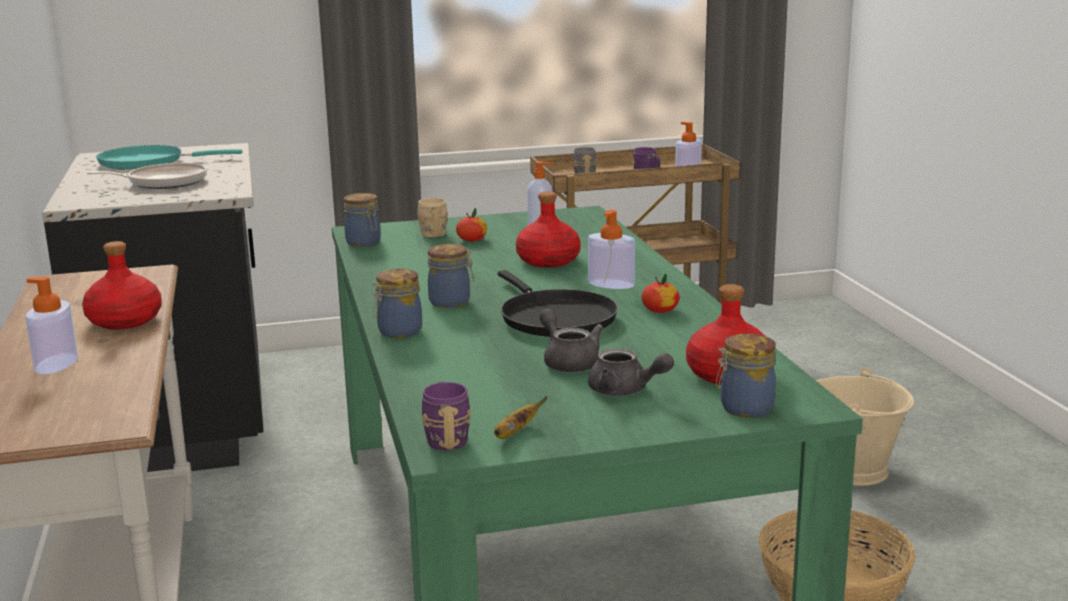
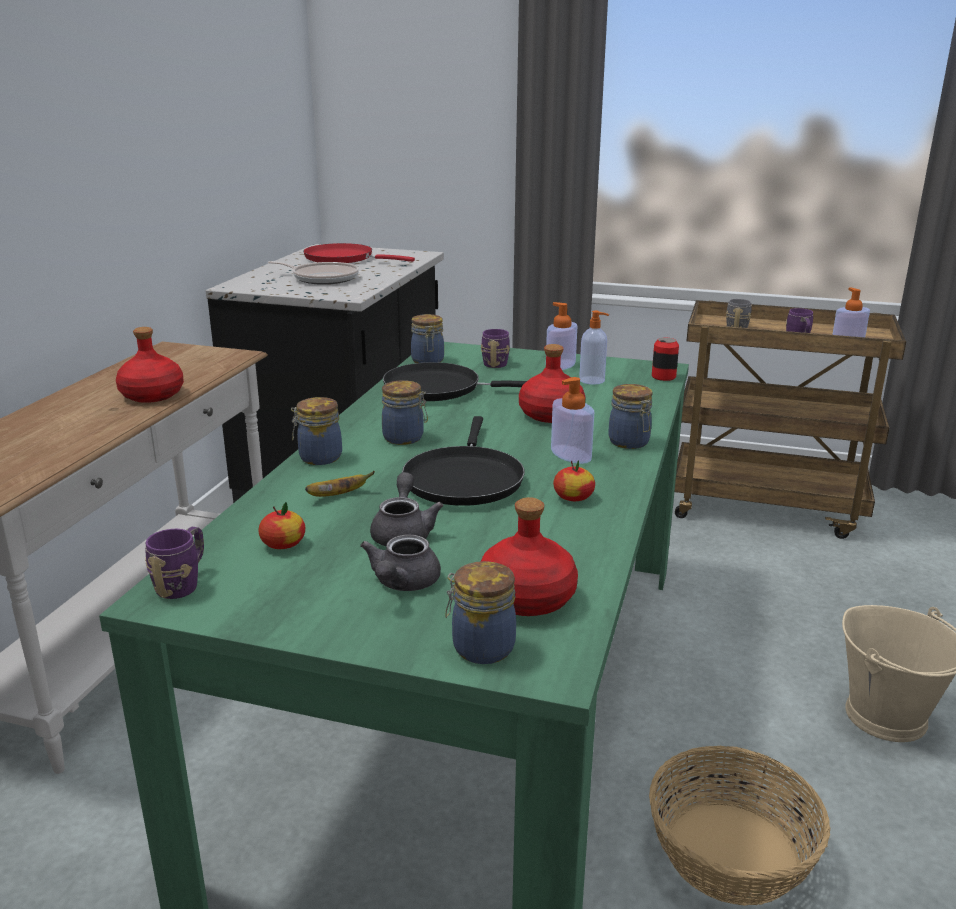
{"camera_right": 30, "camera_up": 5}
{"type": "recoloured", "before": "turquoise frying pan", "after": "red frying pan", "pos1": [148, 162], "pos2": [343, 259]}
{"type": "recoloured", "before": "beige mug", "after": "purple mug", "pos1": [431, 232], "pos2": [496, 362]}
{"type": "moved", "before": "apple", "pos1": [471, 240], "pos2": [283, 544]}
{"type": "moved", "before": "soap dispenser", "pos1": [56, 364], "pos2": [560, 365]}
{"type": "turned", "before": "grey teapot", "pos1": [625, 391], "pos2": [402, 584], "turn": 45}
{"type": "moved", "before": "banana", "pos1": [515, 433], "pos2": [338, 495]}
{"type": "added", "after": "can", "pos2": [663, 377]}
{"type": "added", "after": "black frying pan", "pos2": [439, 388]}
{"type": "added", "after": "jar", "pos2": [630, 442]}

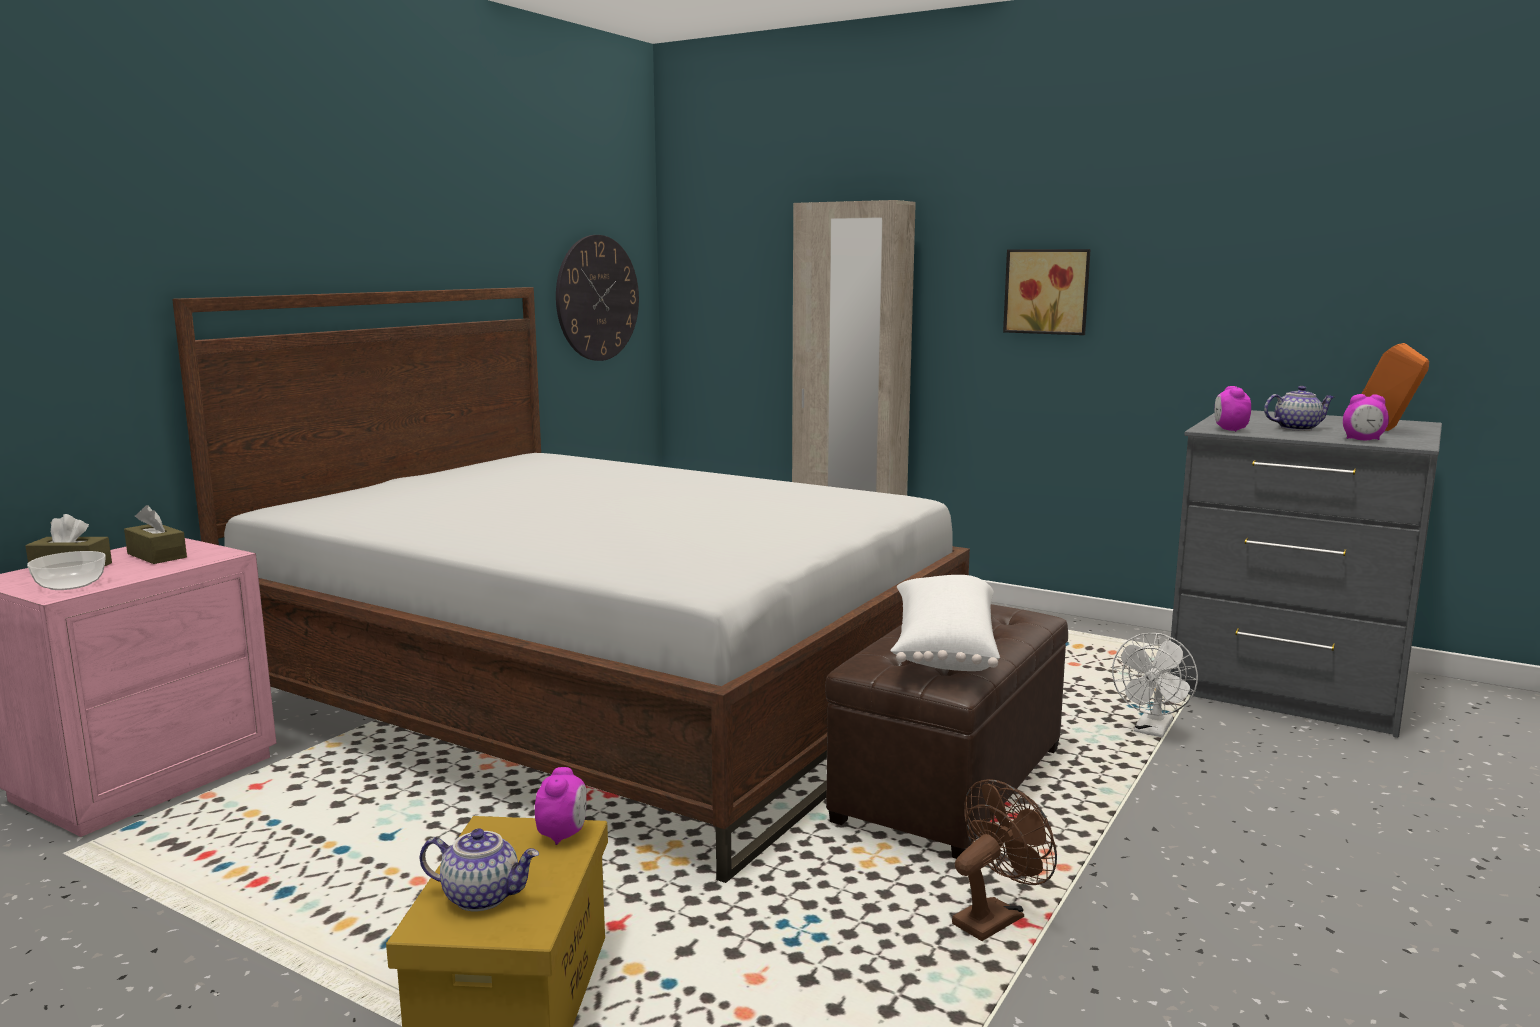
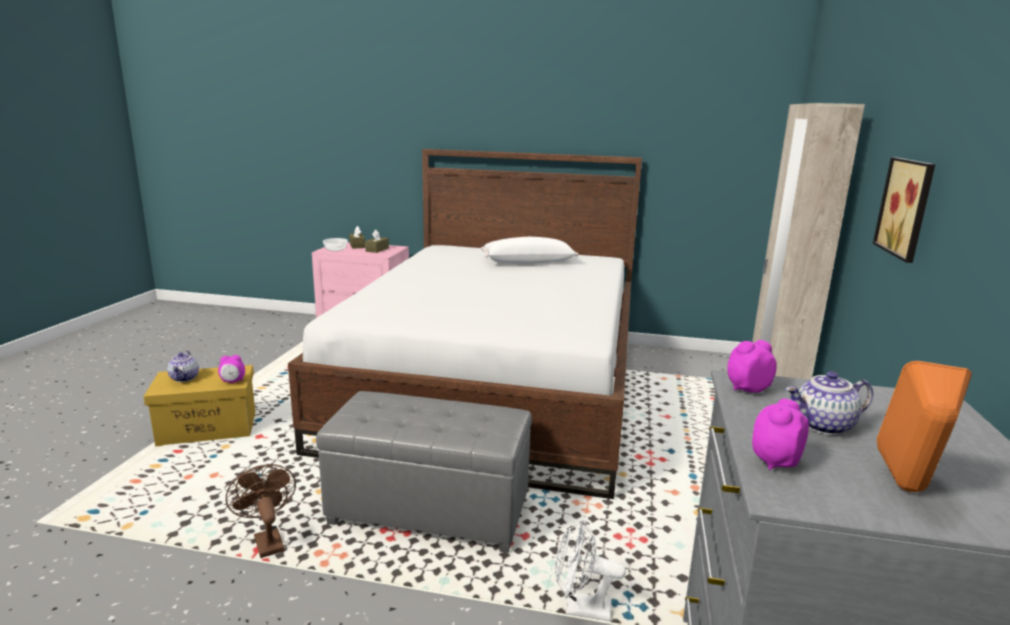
{"camera_right": 70, "camera_up": 5}
{"type": "removed", "before": "wall clock", "pos1": [597, 298]}
{"type": "turned", "before": "teapot", "pos1": [1296, 428], "pos2": [823, 426], "turn": 105}
{"type": "turned", "before": "alarm clock", "pos1": [1363, 440], "pos2": [774, 462], "turn": 45}
{"type": "moved", "before": "white pillow", "pos1": [942, 648], "pos2": [528, 262]}
{"type": "recoloured", "before": "brown ottoman", "after": "grey ottoman", "pos1": [949, 784], "pos2": [430, 510]}
{"type": "turned", "before": "brown fan", "pos1": [994, 917], "pos2": [267, 540], "turn": -150}

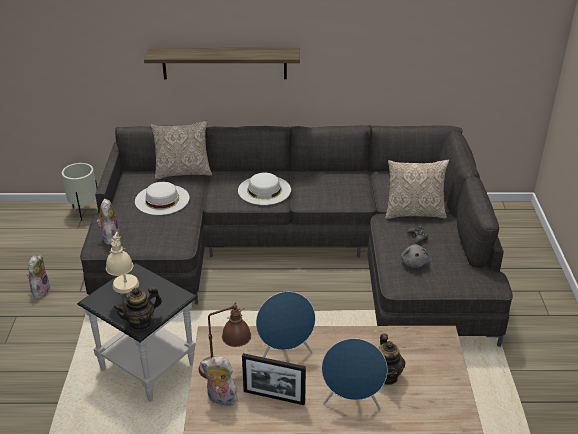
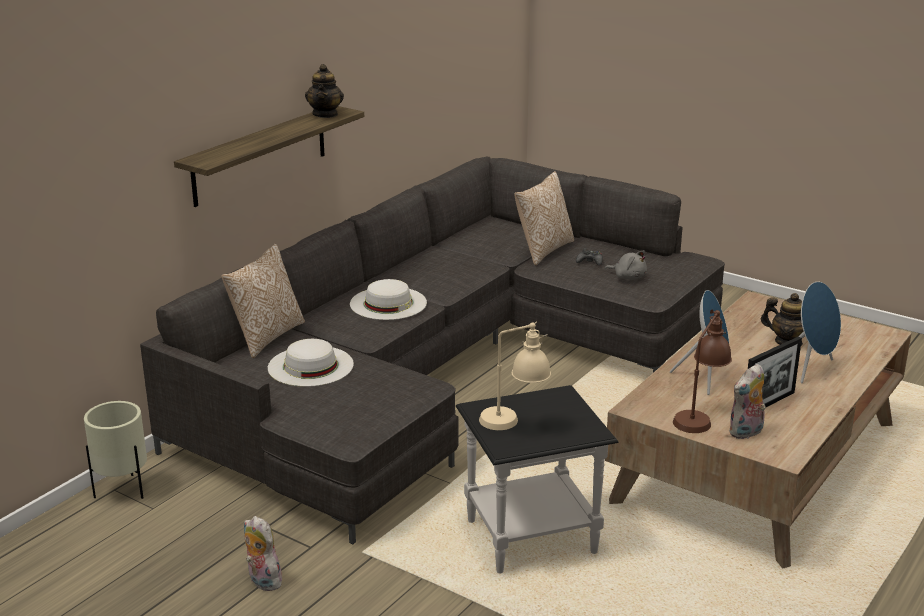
{"camera_right": -55, "camera_up": -10}
{"type": "removed", "before": "plush toy", "pos1": [110, 237]}
{"type": "moved", "before": "teapot", "pos1": [141, 322], "pos2": [325, 114]}

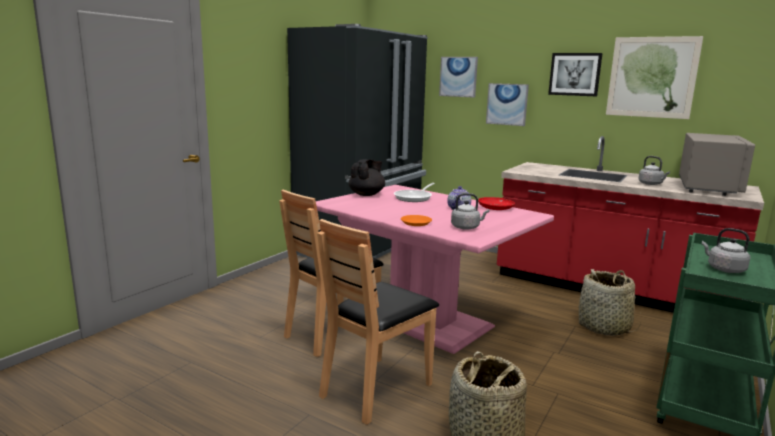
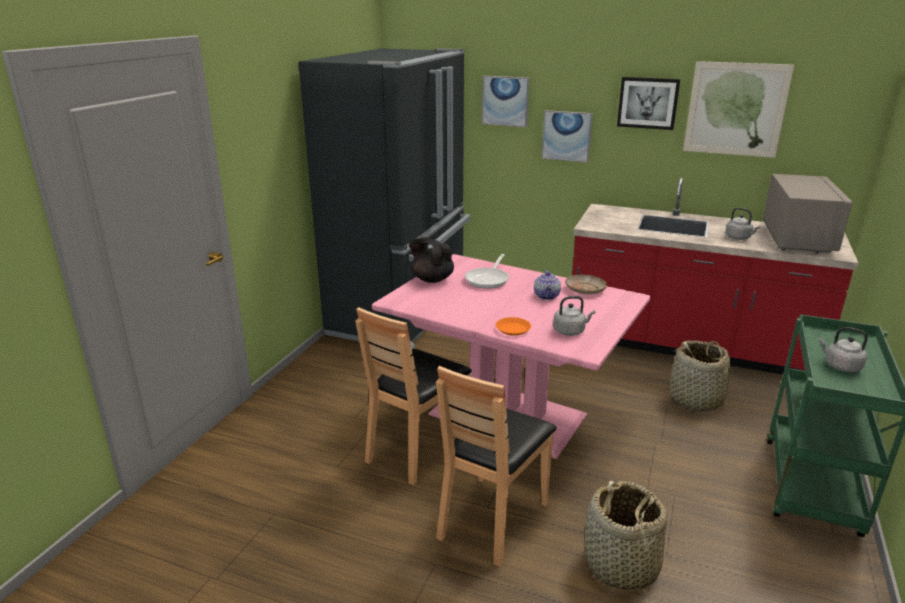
{"camera_right": -10, "camera_up": 10}
{"type": "turned", "before": "black teapot", "pos1": [367, 194], "pos2": [431, 279], "turn": -75}
{"type": "recoloured", "before": "red plate", "after": "beige plate", "pos1": [495, 208], "pos2": [585, 289]}

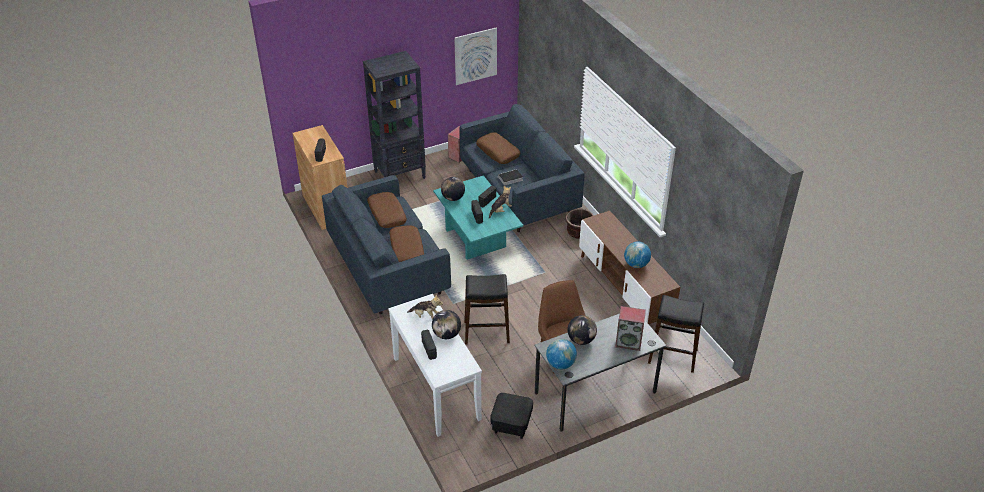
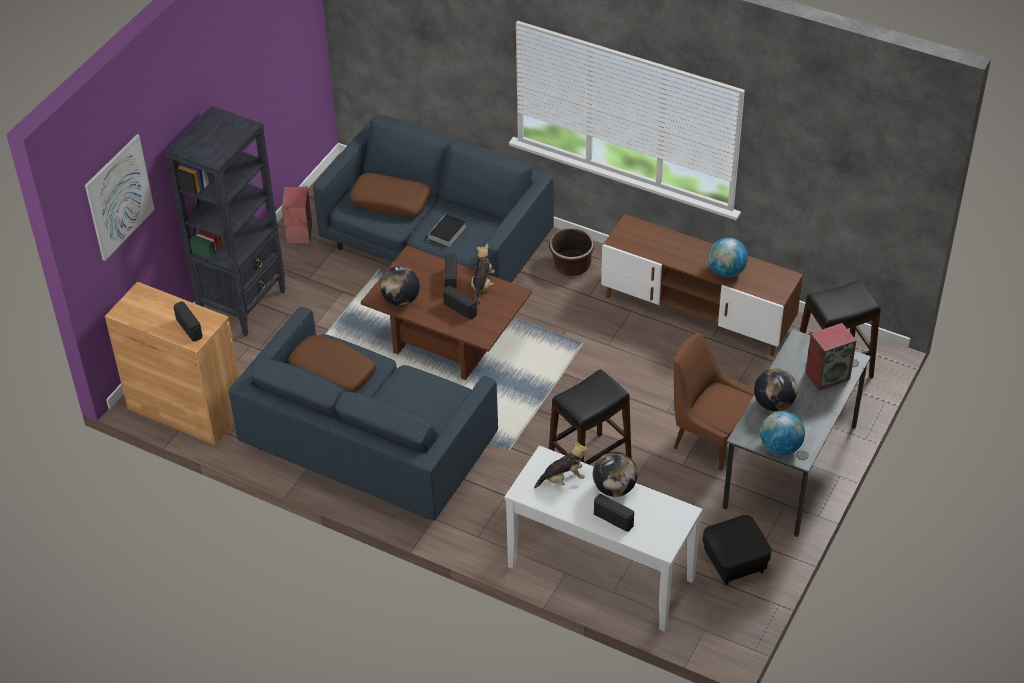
{"camera_right": -35, "camera_up": 5}
{"type": "moved", "before": "picture", "pos1": [475, 56], "pos2": [119, 197]}
{"type": "recoloured", "before": "turquoise coffee table", "after": "brown coffee table", "pos1": [477, 238], "pos2": [449, 342]}
{"type": "removed", "before": "brown pillow", "pos1": [406, 249]}

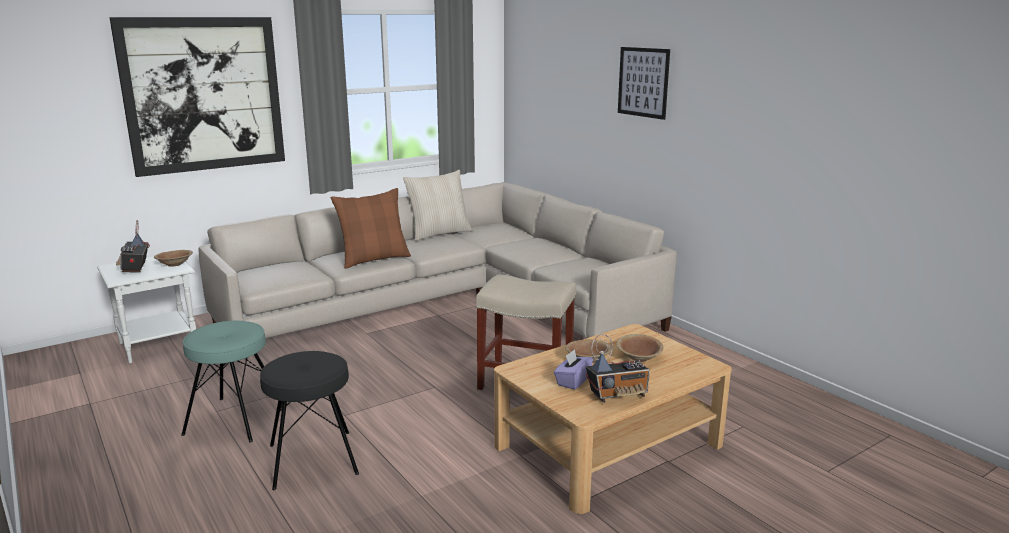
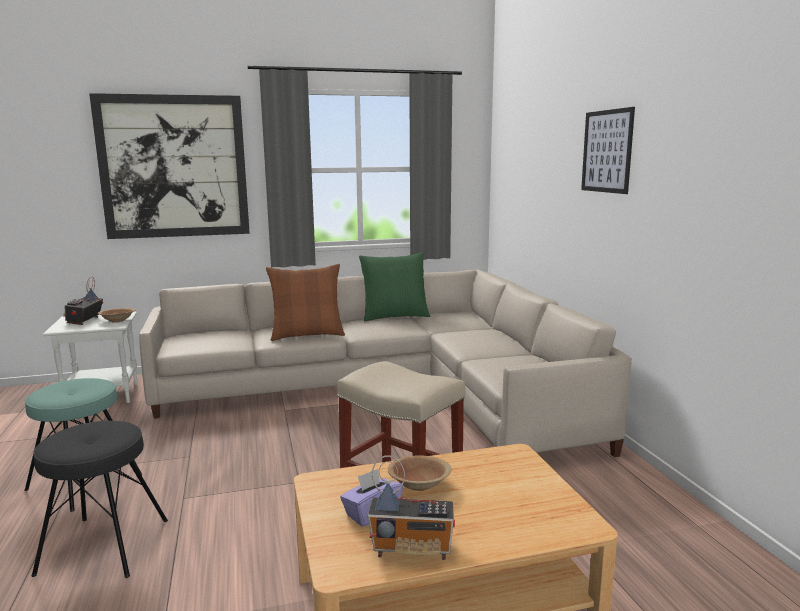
{"camera_right": 20, "camera_up": -5}
{"type": "recoloured", "before": "beige pillow", "after": "green pillow", "pos1": [439, 233], "pos2": [394, 316]}
{"type": "removed", "before": "brown bowl", "pos1": [639, 357]}

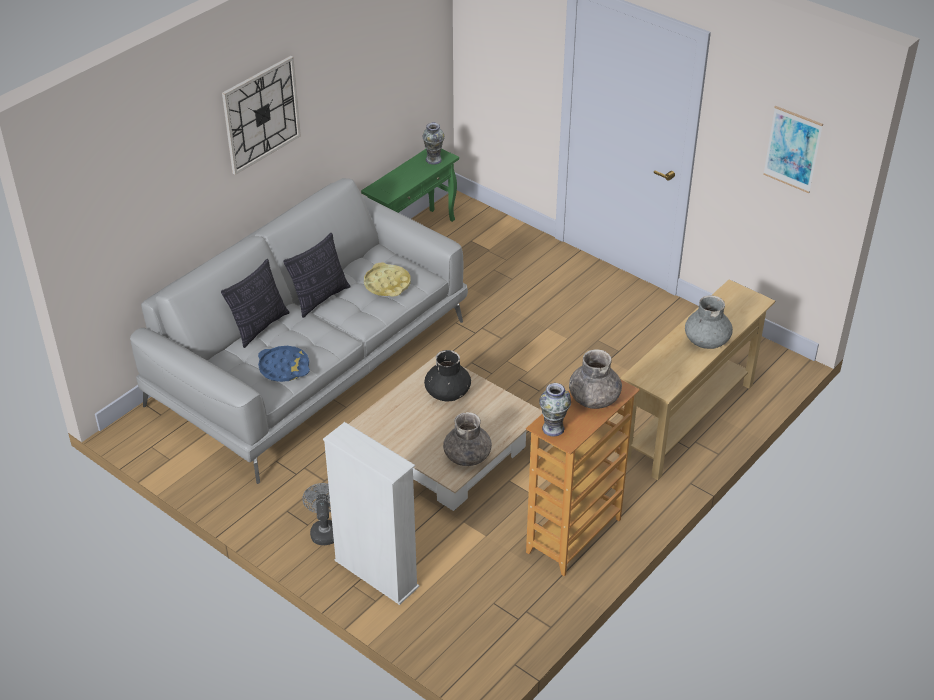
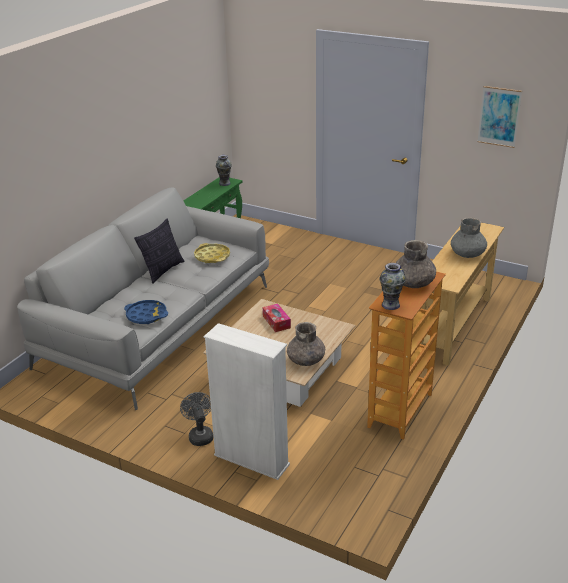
{"camera_right": -10, "camera_up": -10}
{"type": "removed", "before": "wall clock", "pos1": [261, 114]}
{"type": "removed", "before": "pillow", "pos1": [259, 327]}
{"type": "replaced", "before": "black vase", "after": "tissue box", "pos1": [447, 393], "pos2": [276, 322]}

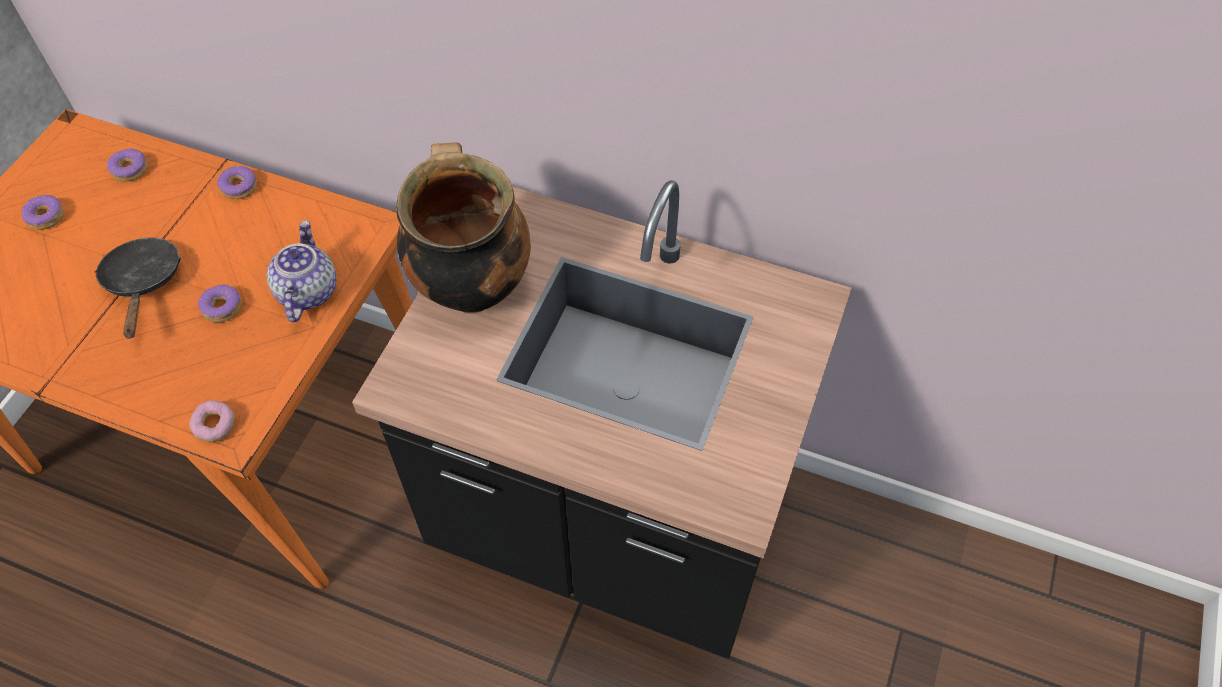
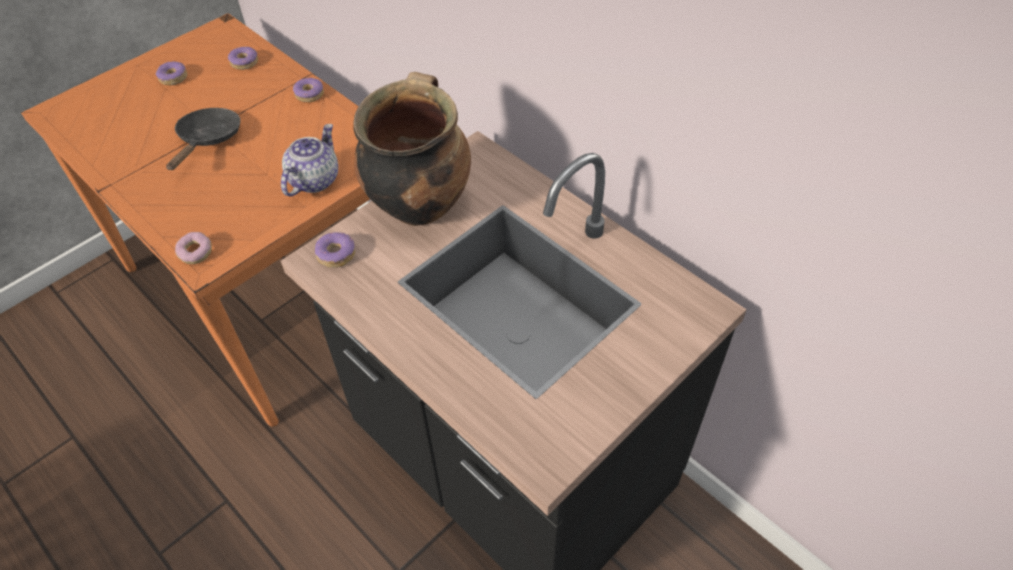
{"camera_right": 25, "camera_up": -5}
{"type": "moved", "before": "donut", "pos1": [222, 308], "pos2": [336, 254]}

